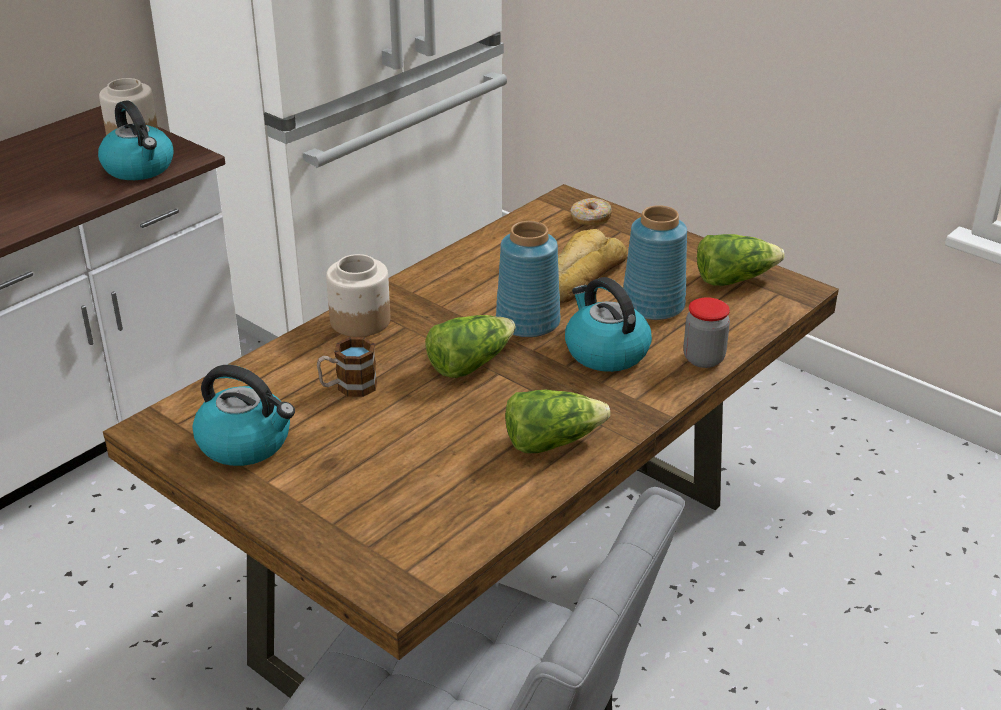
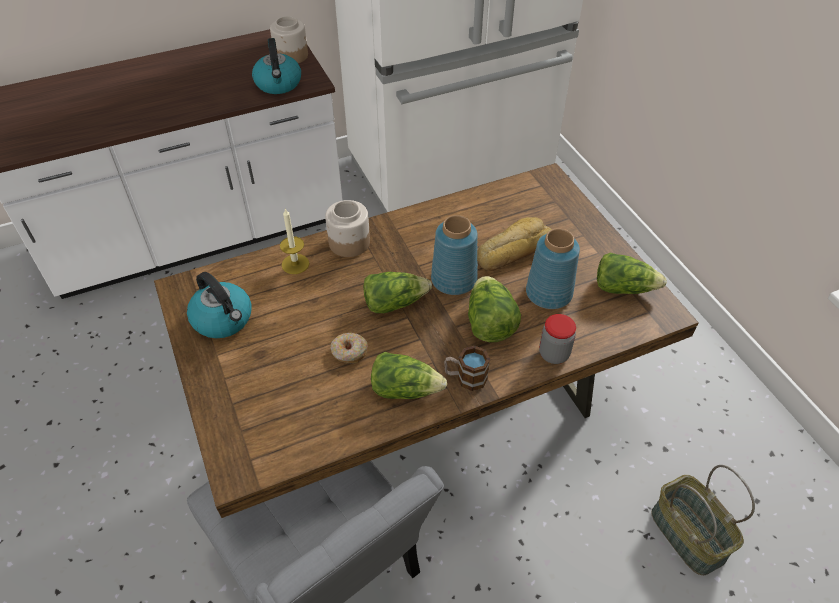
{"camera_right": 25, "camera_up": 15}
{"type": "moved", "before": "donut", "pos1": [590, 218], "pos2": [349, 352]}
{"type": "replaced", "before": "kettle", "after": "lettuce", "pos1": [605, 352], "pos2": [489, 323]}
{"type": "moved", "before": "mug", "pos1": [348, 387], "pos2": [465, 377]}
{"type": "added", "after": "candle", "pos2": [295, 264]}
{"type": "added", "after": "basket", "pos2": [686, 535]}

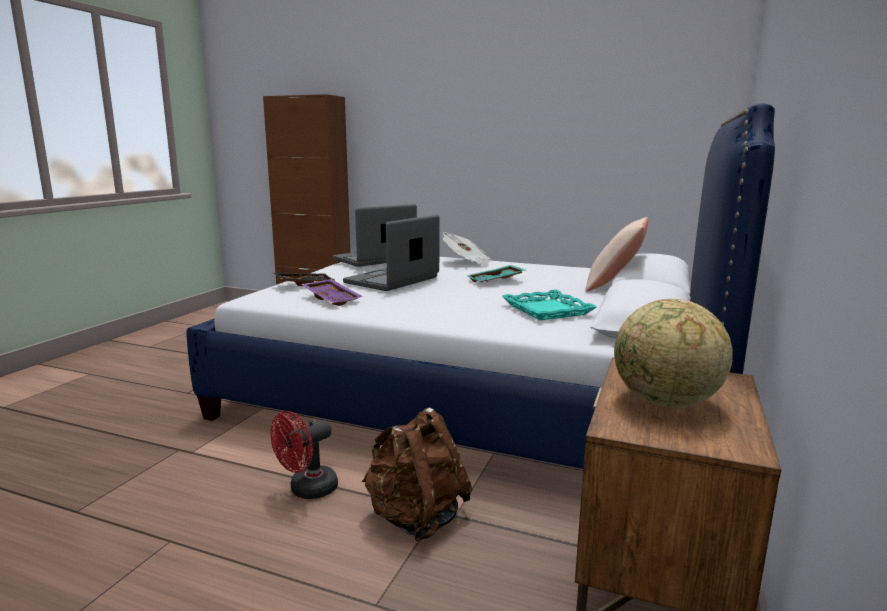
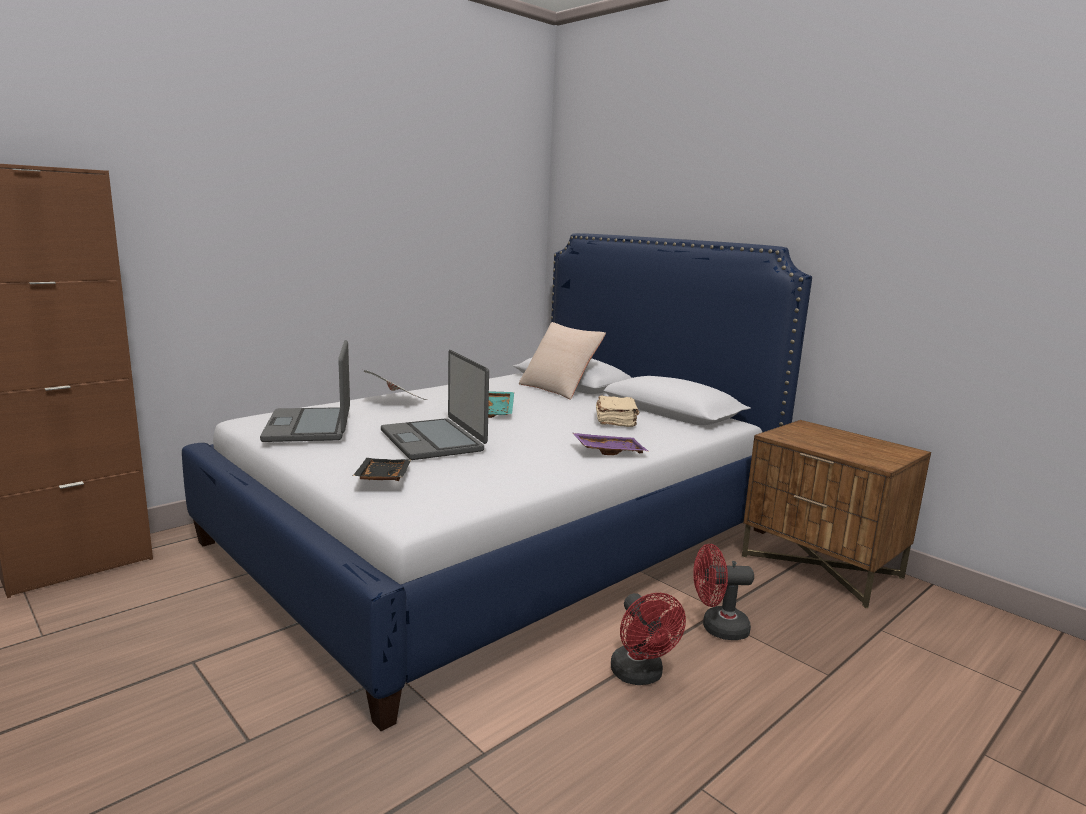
{"camera_right": -65, "camera_up": 0}
{"type": "moved", "before": "purple tray", "pos1": [333, 299], "pos2": [608, 451]}
{"type": "replaced", "before": "turquoise tray", "after": "beige book", "pos1": [548, 310], "pos2": [616, 421]}
{"type": "removed", "before": "globe", "pos1": [665, 403]}
{"type": "replaced", "before": "brown backpack", "after": "red fan", "pos1": [416, 518], "pos2": [717, 628]}

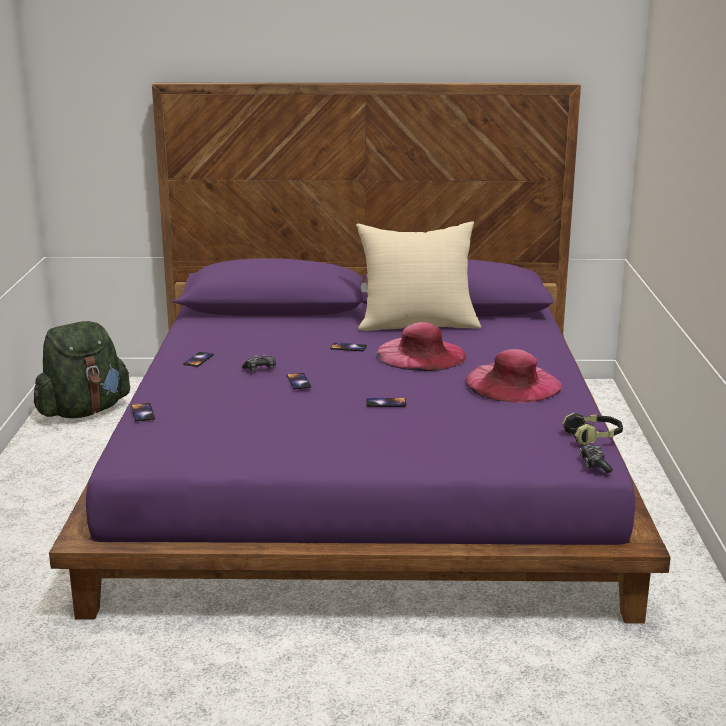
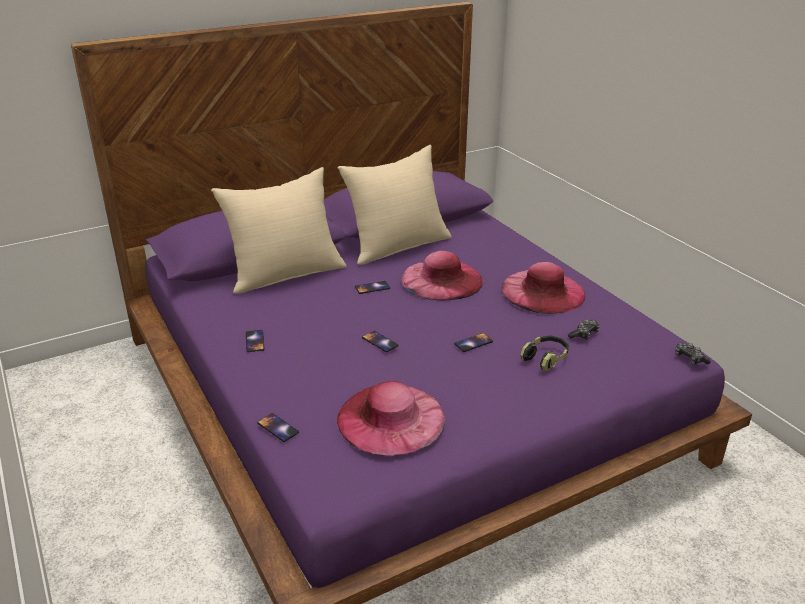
{"camera_right": -30, "camera_up": 10}
{"type": "removed", "before": "green backpack", "pos1": [84, 411]}
{"type": "moved", "before": "game controller", "pos1": [260, 369], "pos2": [584, 334]}
{"type": "moved", "before": "headphones", "pos1": [593, 437], "pos2": [545, 358]}
{"type": "added", "after": "beige pillow", "pos2": [285, 274]}
{"type": "added", "after": "pink hat", "pos2": [391, 418]}

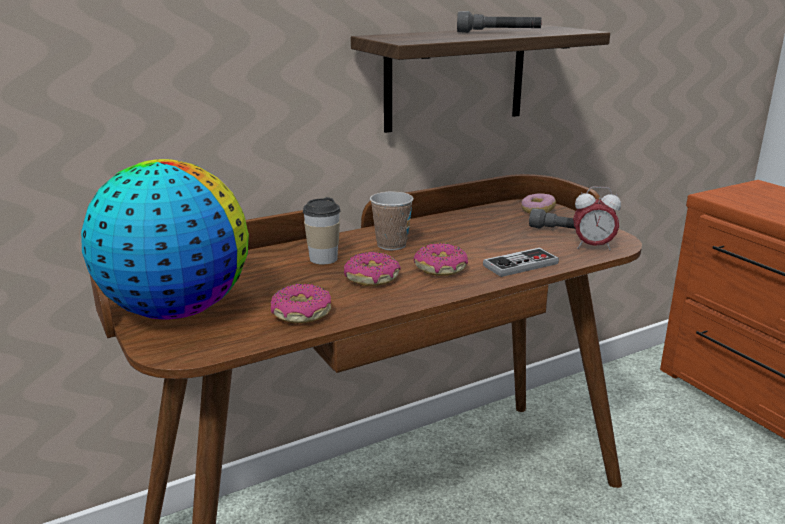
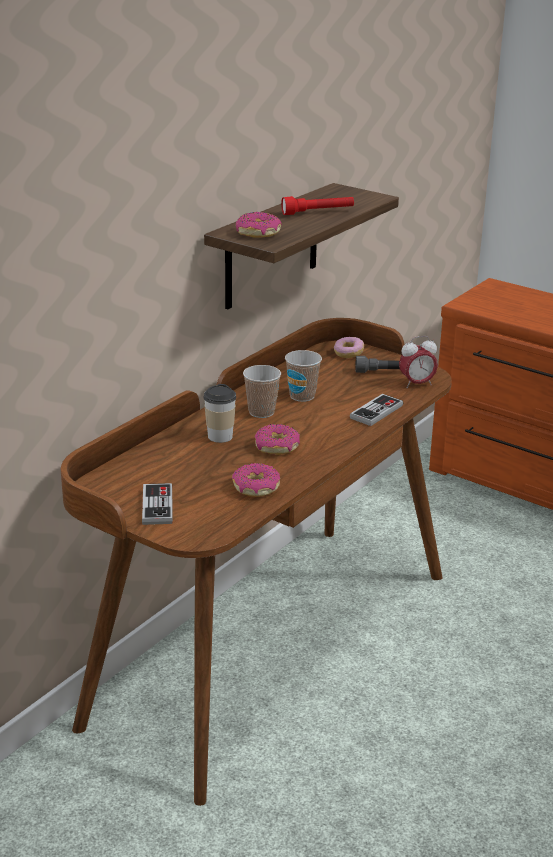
{"camera_right": -25, "camera_up": 5}
{"type": "recoloured", "before": "grey flashlight", "after": "red flashlight", "pos1": [498, 33], "pos2": [318, 212]}
{"type": "replaced", "before": "globe", "after": "game controller", "pos1": [176, 310], "pos2": [157, 506]}
{"type": "moved", "before": "donut", "pos1": [440, 268], "pos2": [258, 233]}
{"type": "added", "after": "cup", "pos2": [302, 396]}

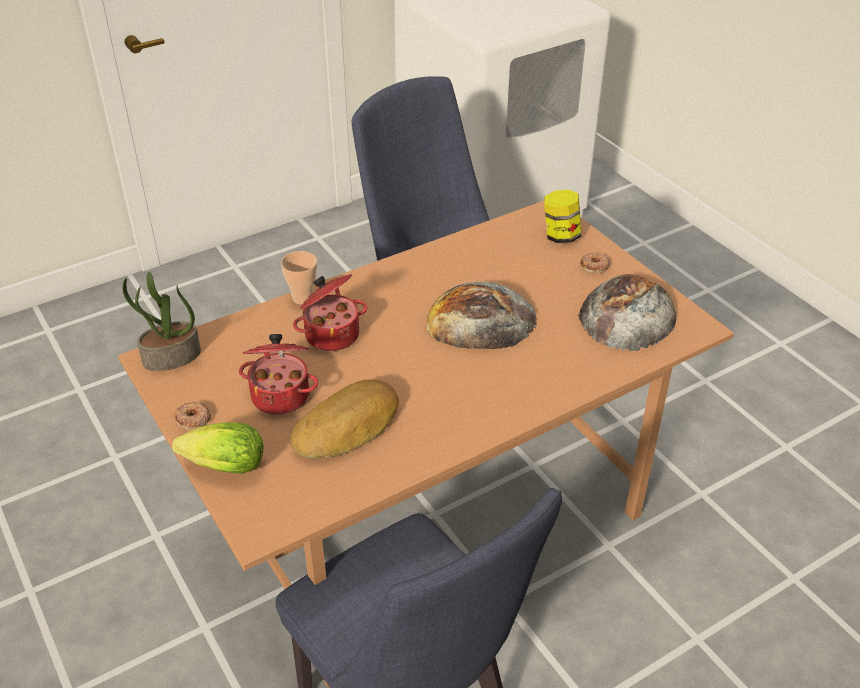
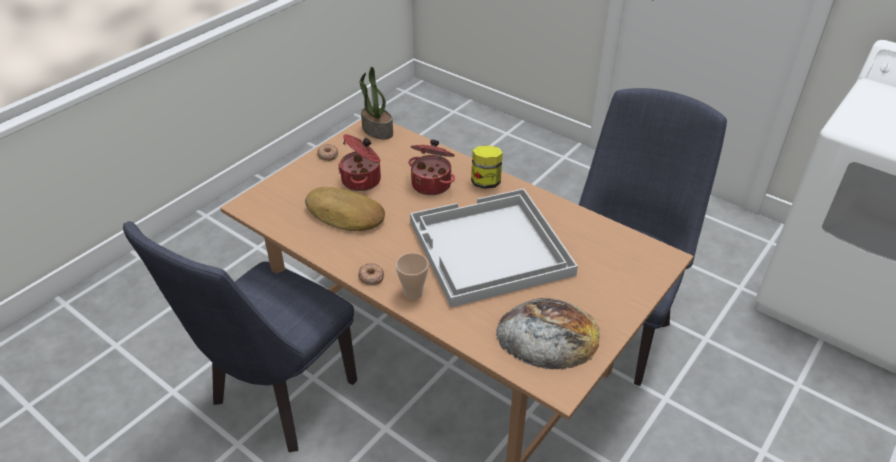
{"camera_right": 70, "camera_up": 0}
{"type": "moved", "before": "jar", "pos1": [560, 236], "pos2": [486, 182]}
{"type": "moved", "before": "cup", "pos1": [302, 298], "pos2": [413, 293]}
{"type": "moved", "before": "donut", "pos1": [595, 266], "pos2": [371, 276]}
{"type": "replaced", "before": "bread", "after": "white tray", "pos1": [480, 320], "pos2": [489, 249]}
{"type": "removed", "before": "lettuce", "pos1": [220, 466]}

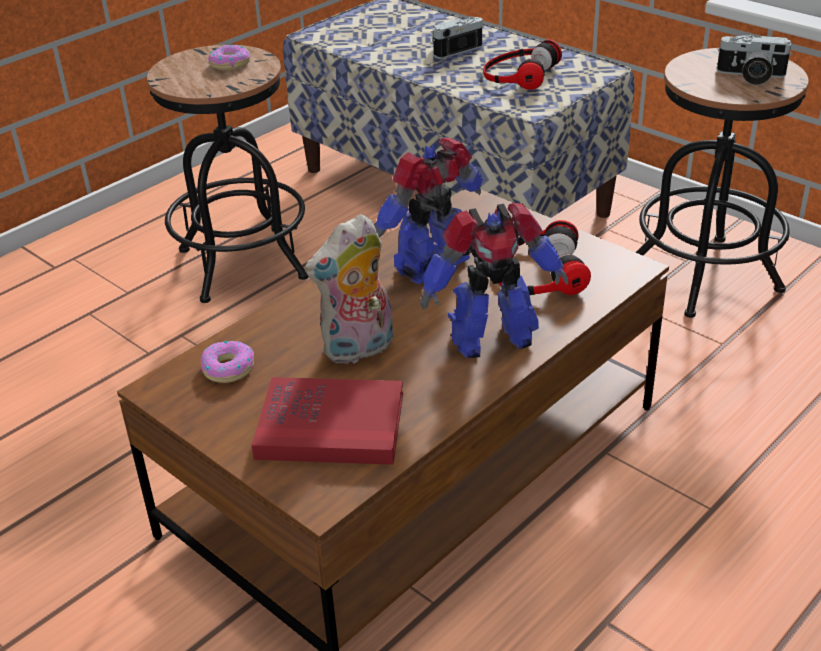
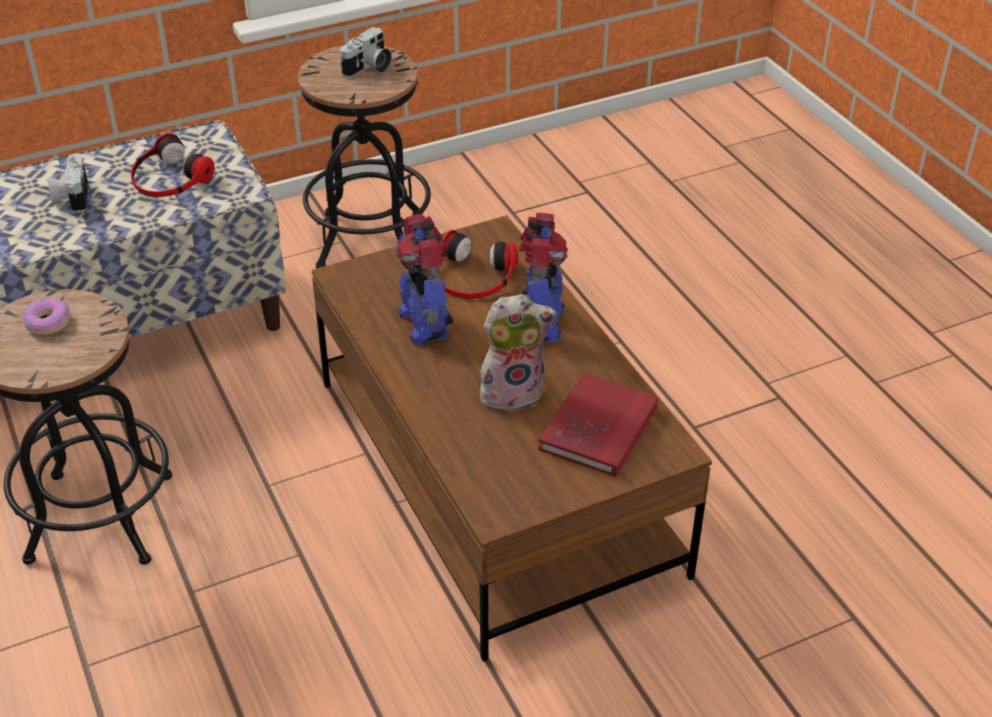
{"camera_right": -70, "camera_up": 5}
{"type": "turned", "before": "plush toy", "pos1": [359, 350], "pos2": [513, 392], "turn": -90}
{"type": "removed", "before": "donut", "pos1": [228, 368]}

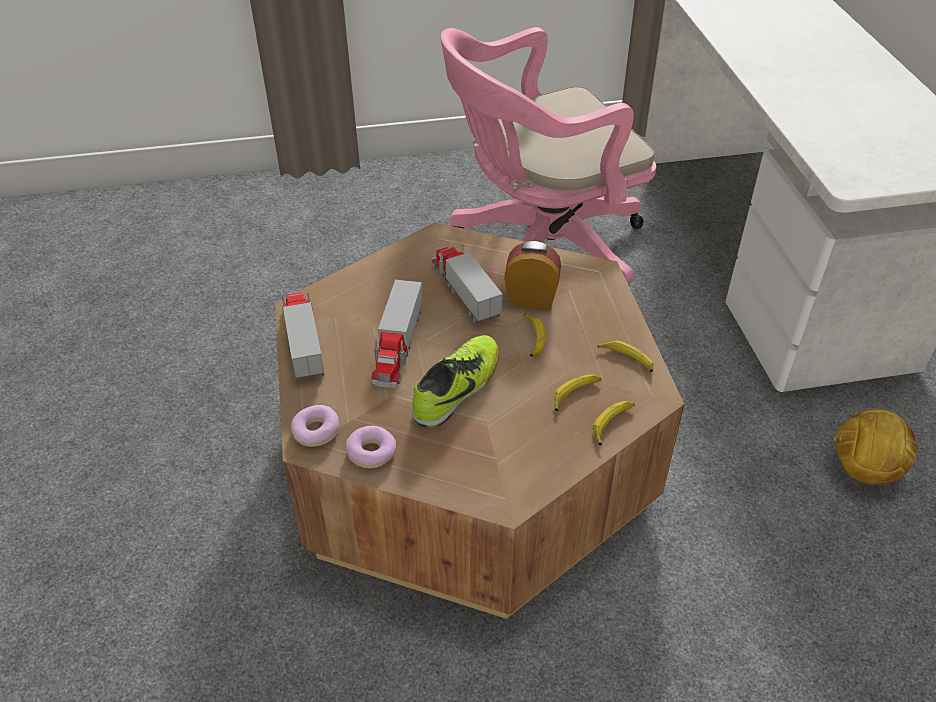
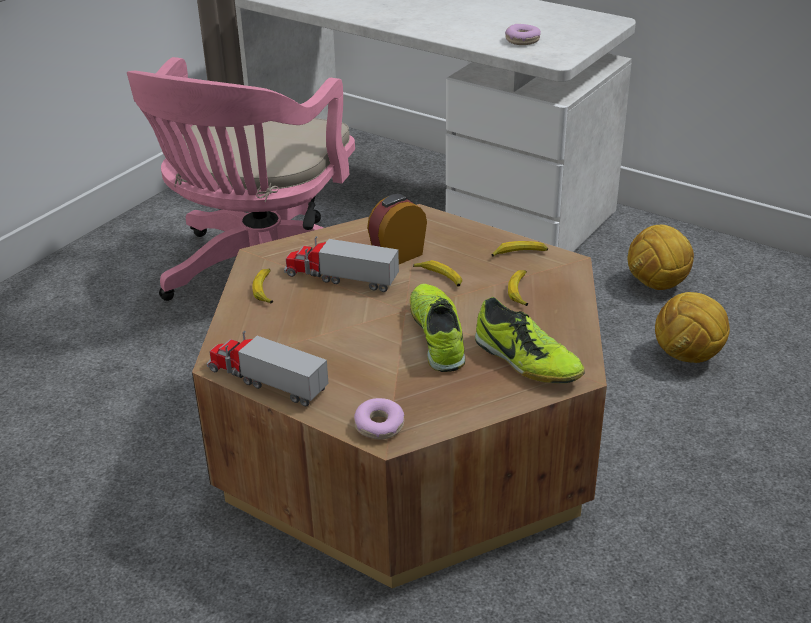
{"camera_right": -45, "camera_up": -10}
{"type": "removed", "before": "toy truck", "pos1": [397, 345]}
{"type": "moved", "before": "banana", "pos1": [612, 424], "pos2": [265, 290]}
{"type": "moved", "before": "donut", "pos1": [371, 452], "pos2": [522, 40]}
{"type": "added", "after": "football", "pos2": [688, 356]}
{"type": "added", "after": "shoe", "pos2": [526, 361]}

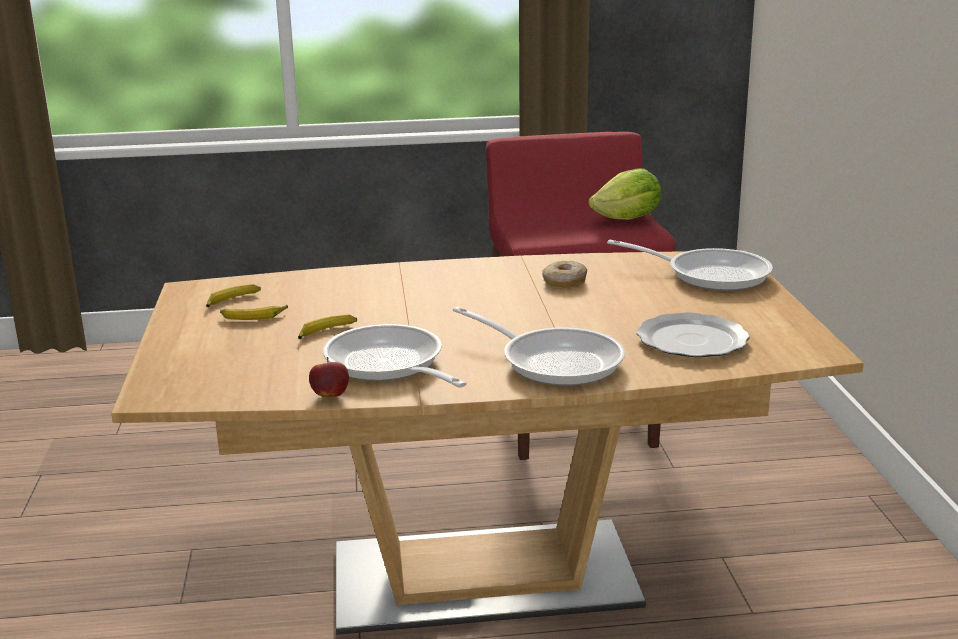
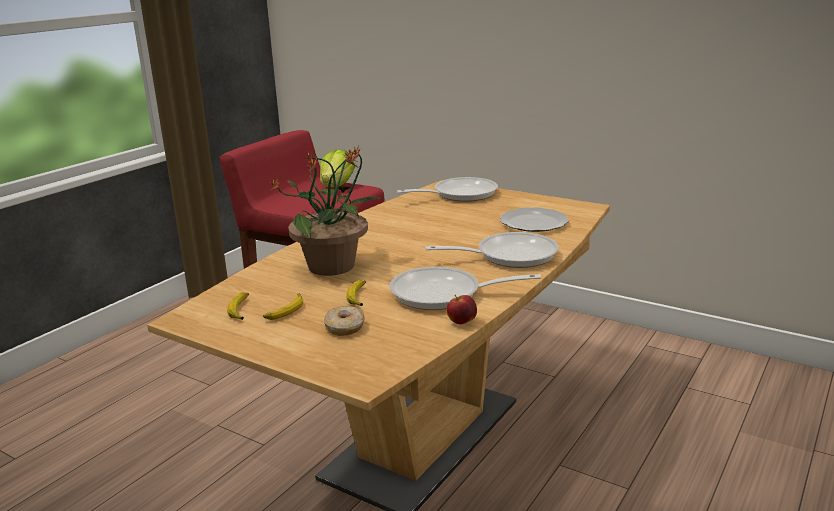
{"camera_right": -50, "camera_up": 0}
{"type": "moved", "before": "donut", "pos1": [564, 282], "pos2": [345, 328]}
{"type": "added", "after": "potted plant", "pos2": [333, 266]}

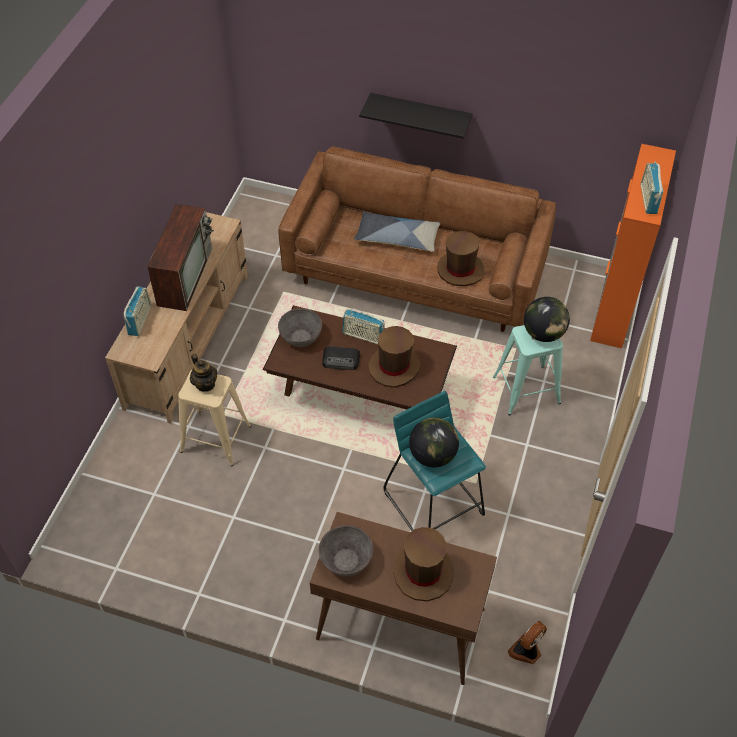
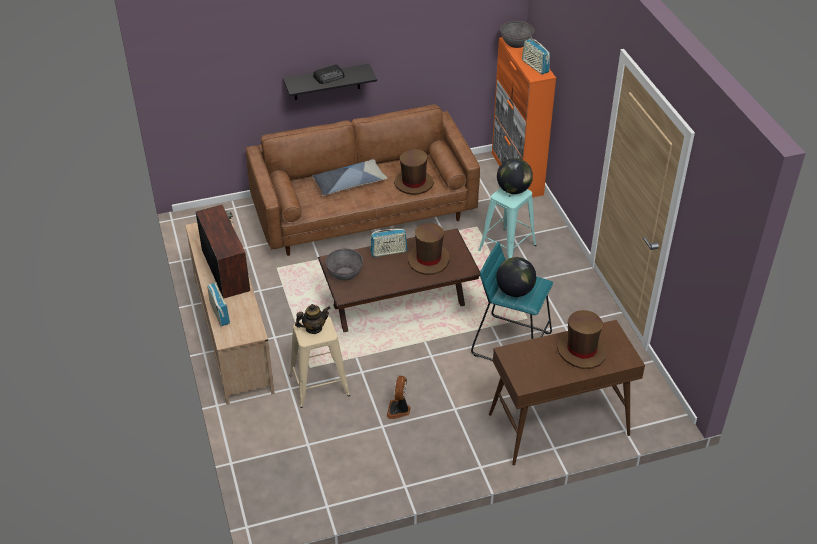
{"camera_right": -35, "camera_up": -10}
{"type": "moved", "before": "radio", "pos1": [341, 360], "pos2": [329, 77]}
{"type": "turned", "before": "teapot", "pos1": [205, 384], "pos2": [313, 328], "turn": -45}
{"type": "moved", "before": "grey bowl", "pos1": [346, 560], "pos2": [516, 43]}
{"type": "moved", "before": "fan", "pos1": [526, 651], "pos2": [399, 410]}

